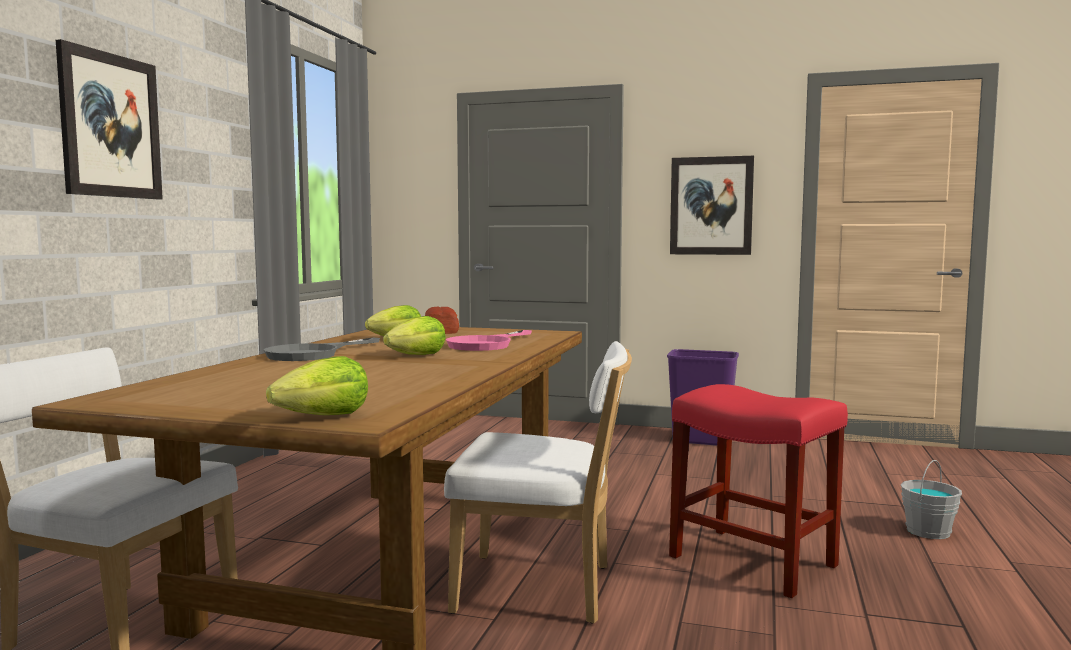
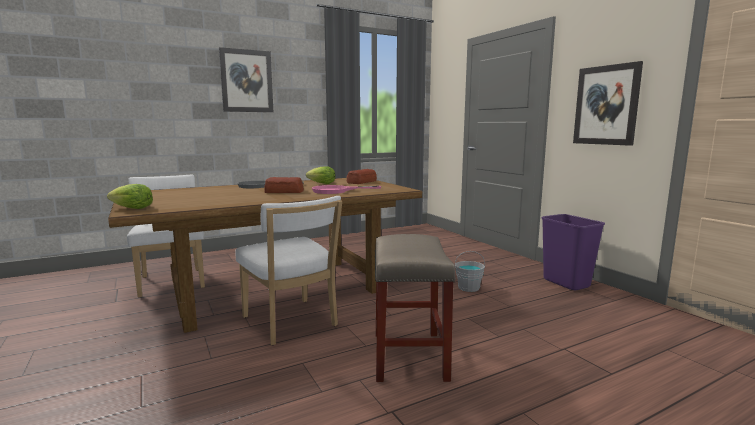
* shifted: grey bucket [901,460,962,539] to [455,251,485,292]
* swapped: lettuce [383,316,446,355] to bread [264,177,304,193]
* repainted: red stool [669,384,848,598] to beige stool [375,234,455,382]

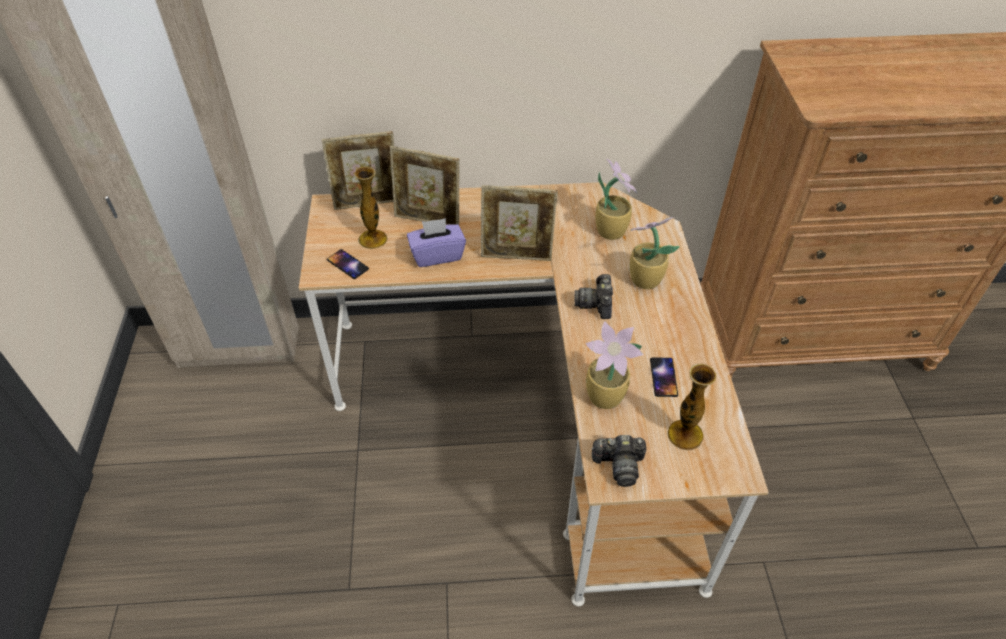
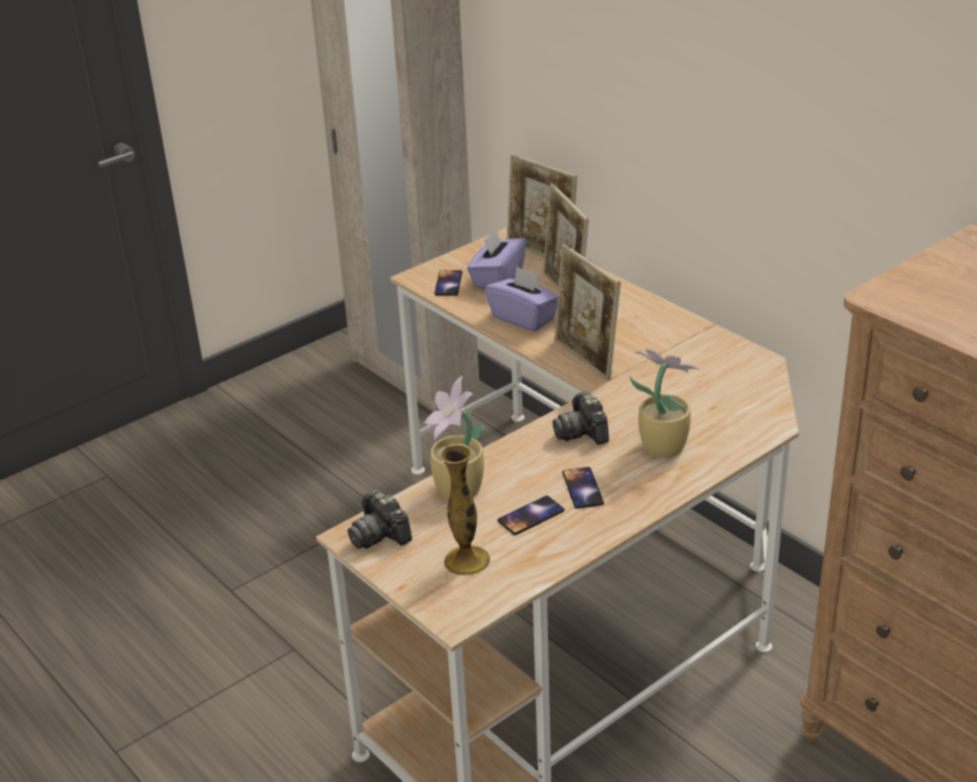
* gone: potted plant [595,159,638,240]
* new: phone [562,467,604,509]
* swapped: vase [354,166,388,249] to purple tissue box [467,229,526,289]
* rotated: photo camera [574,274,613,319] = [553,391,609,445] 75 degrees counterclockwise

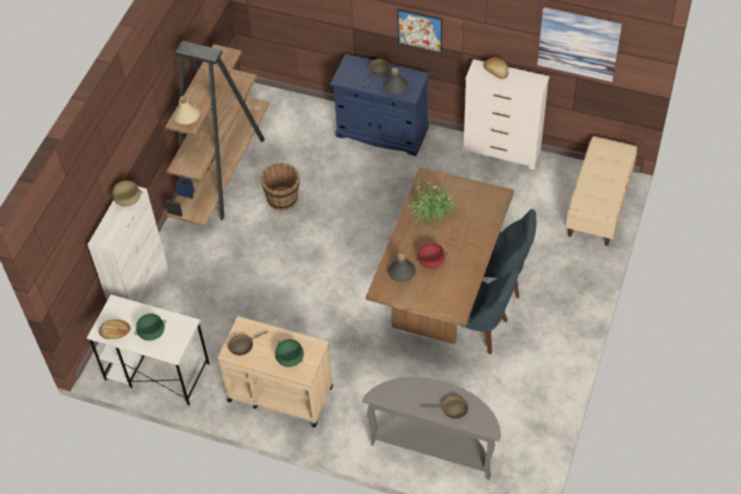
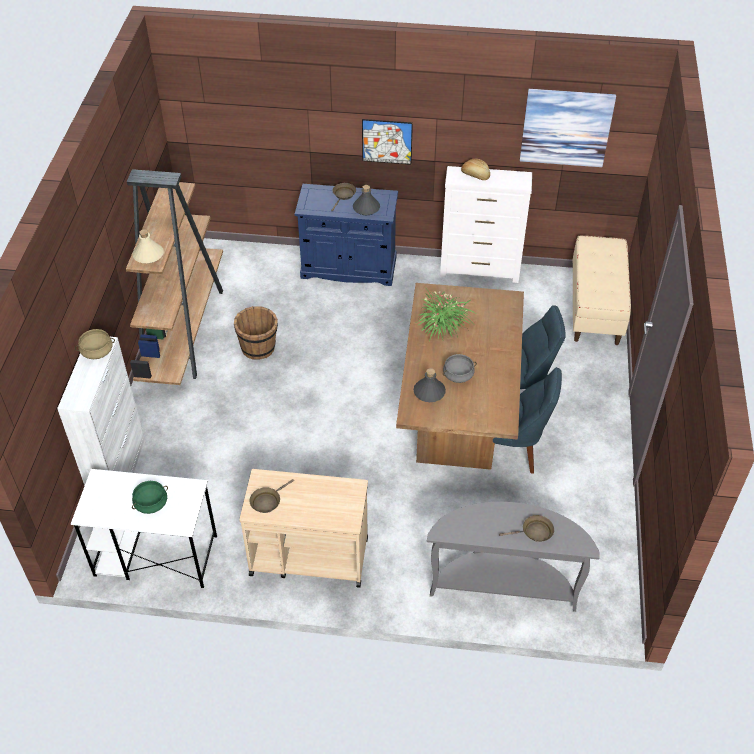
* gone: bread [99,319,130,339]
* gone: green cooking pot [275,339,304,367]
* repainted: red cooking pot [416,243,448,268] to grey cooking pot [443,354,477,383]

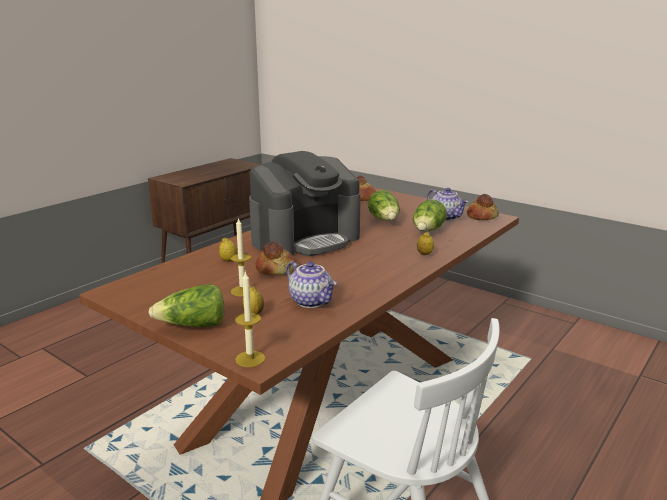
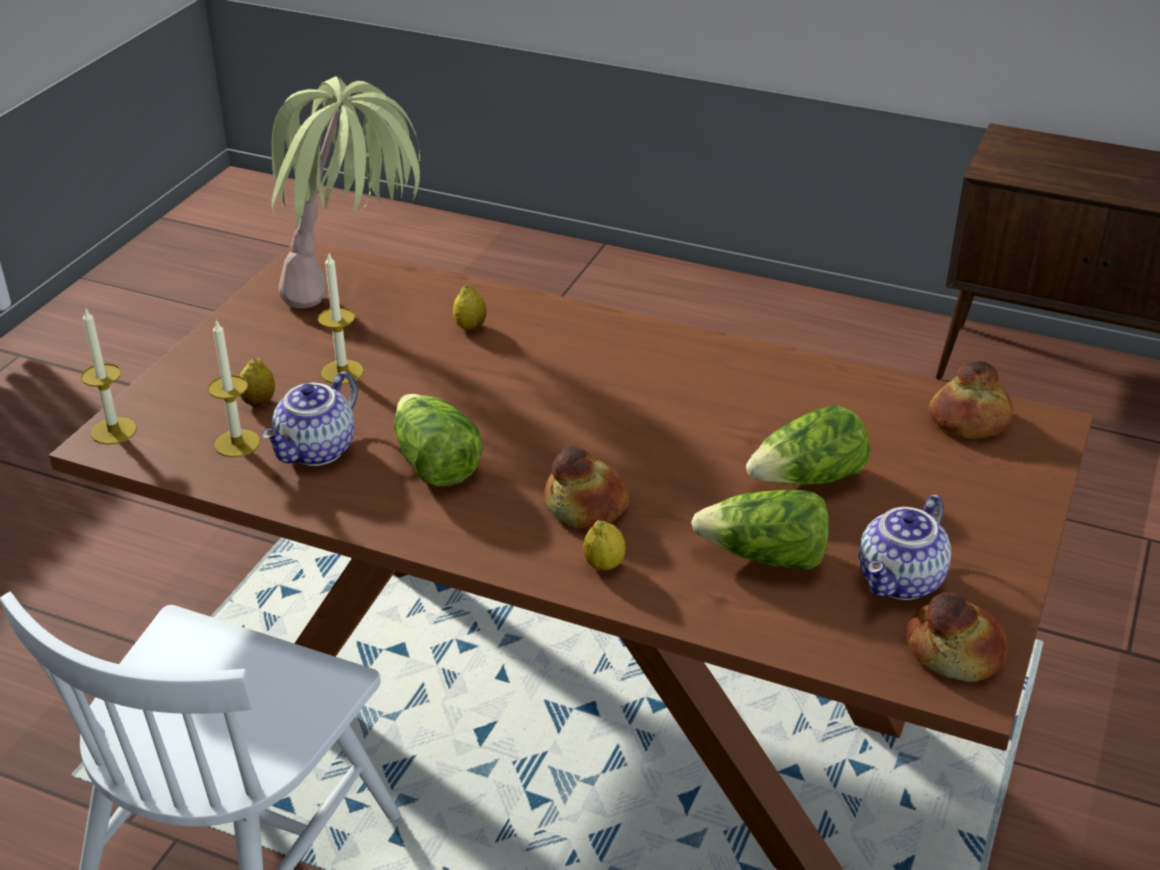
* gone: coffee machine [249,151,361,256]
* new: candle [208,319,260,457]
* new: potted plant [271,77,420,308]
* shifted: lettuce [148,284,224,327] to [394,394,483,486]
* shifted: bread [255,242,297,275] to [544,446,629,529]

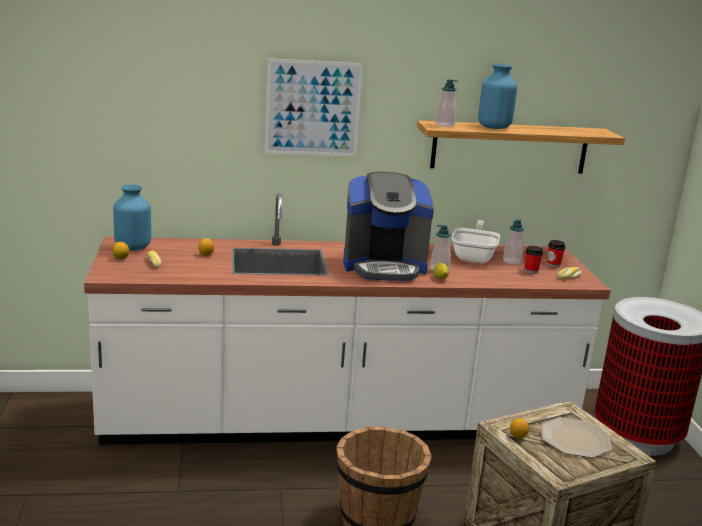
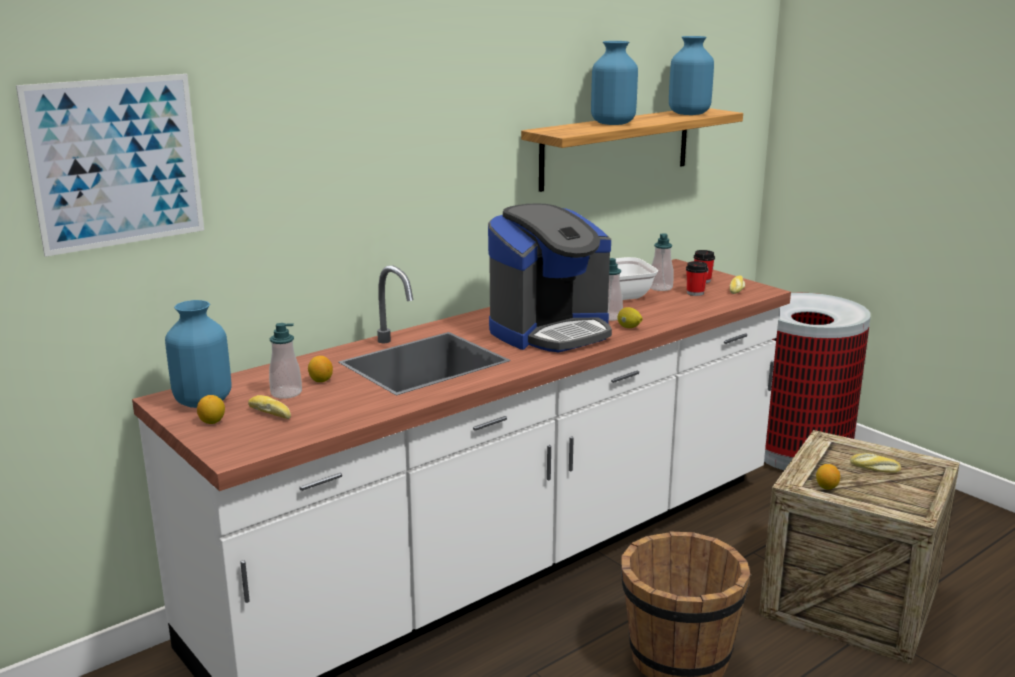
* new: blue vase [669,36,714,115]
* shifted: picture [265,58,363,156] to [16,74,204,257]
* shifted: soap dispenser [436,79,458,127] to [269,323,302,399]
* swapped: plate [541,417,612,458] to bread [850,453,901,473]

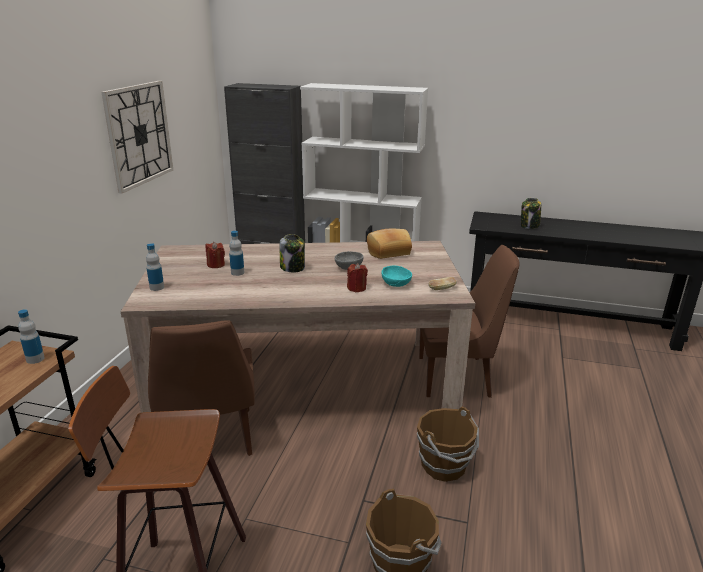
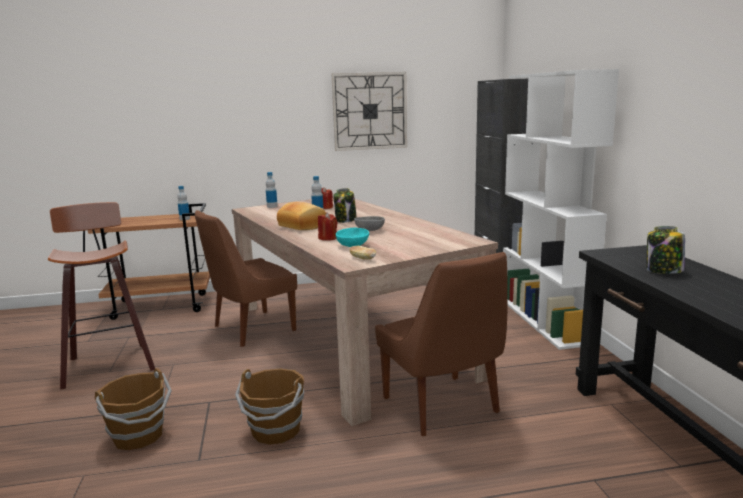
* shifted: bread [367,229,412,259] to [277,202,326,230]

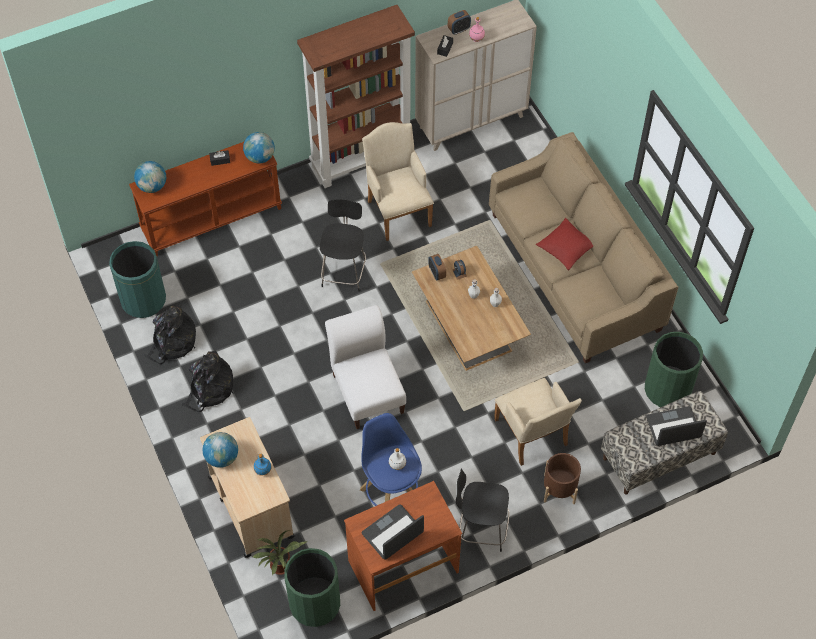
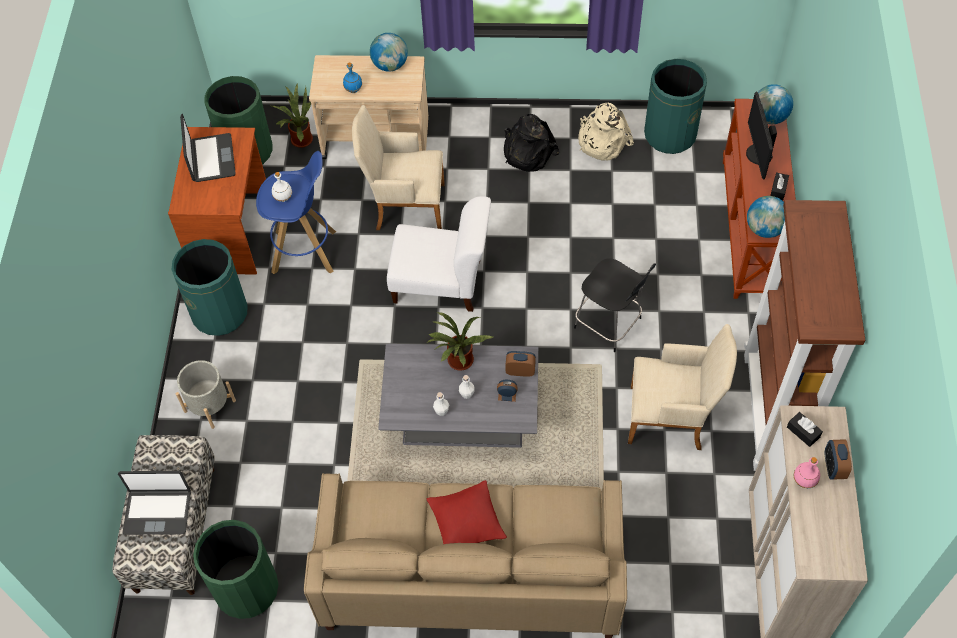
* new: potted plant [427,312,493,371]
* new: monitor [746,91,777,179]
* shifted: beige armchair [494,378,582,466] to [352,105,445,230]
* swapped: black chair [456,468,510,552] to green trash can [172,239,248,336]
* repainted: black backpack [144,305,196,364] to beige backpack [578,103,634,160]
* repainted: brown coffee table [412,246,531,371] to grey coffee table [378,344,538,448]
* repainted: brown planter [544,453,581,504] to grey planter [176,360,236,429]
* rotated: laptop [646,406,707,446] = [118,471,191,535] 75 degrees clockwise

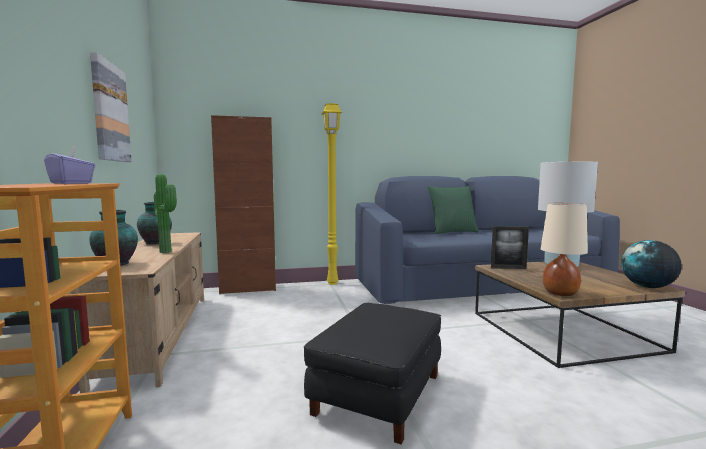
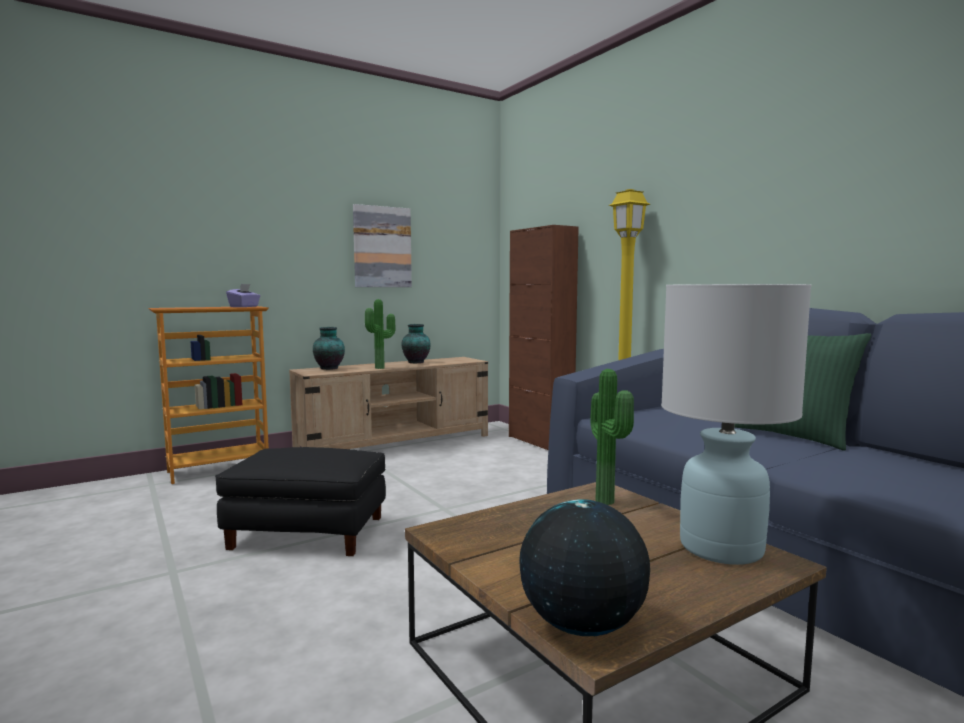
* gone: beige table lamp [541,203,588,296]
* swapped: picture frame [491,226,529,269] to potted plant [590,369,634,505]

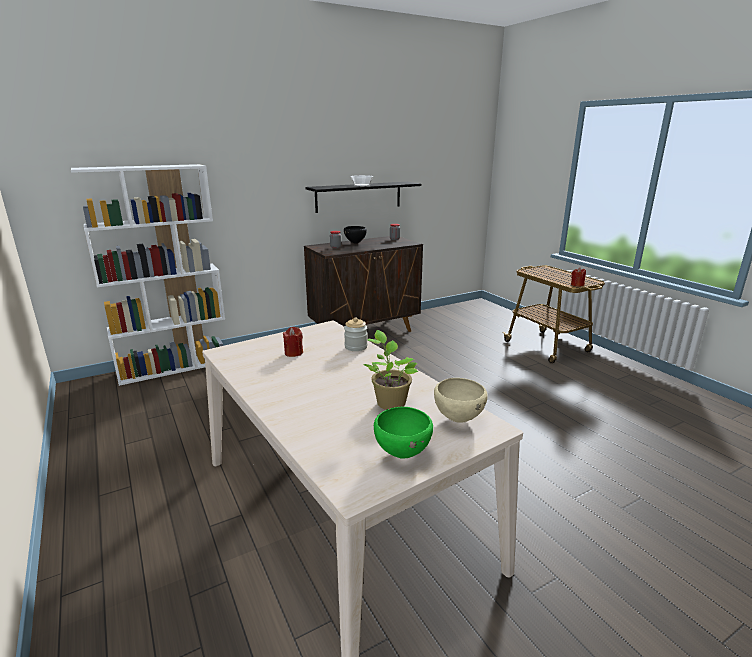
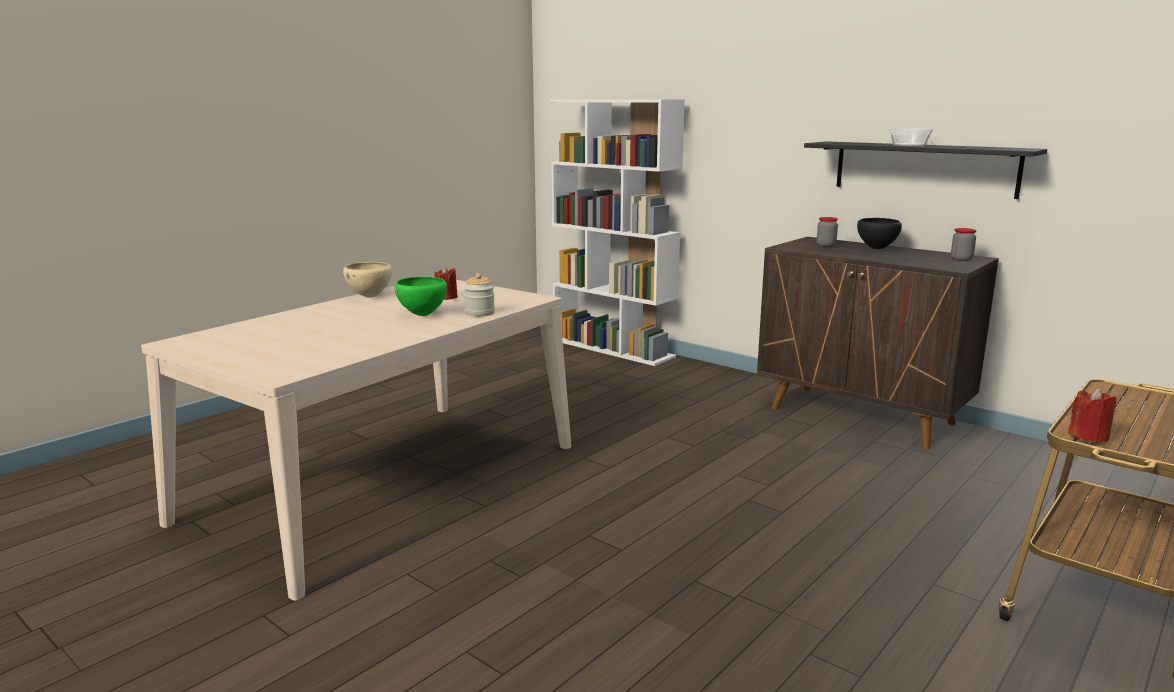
* gone: potted plant [363,330,418,410]
* shifted: green bowl [374,407,433,459] to [394,277,447,316]
* shifted: beige bowl [434,378,488,423] to [343,262,392,297]

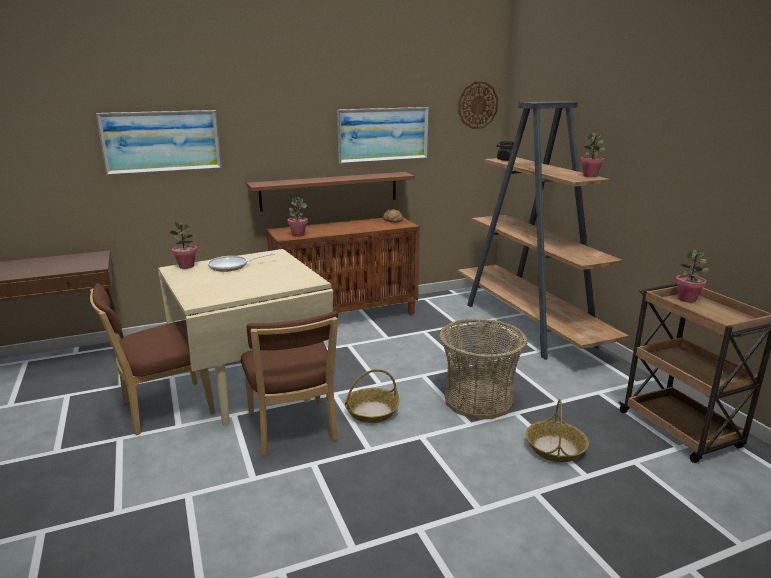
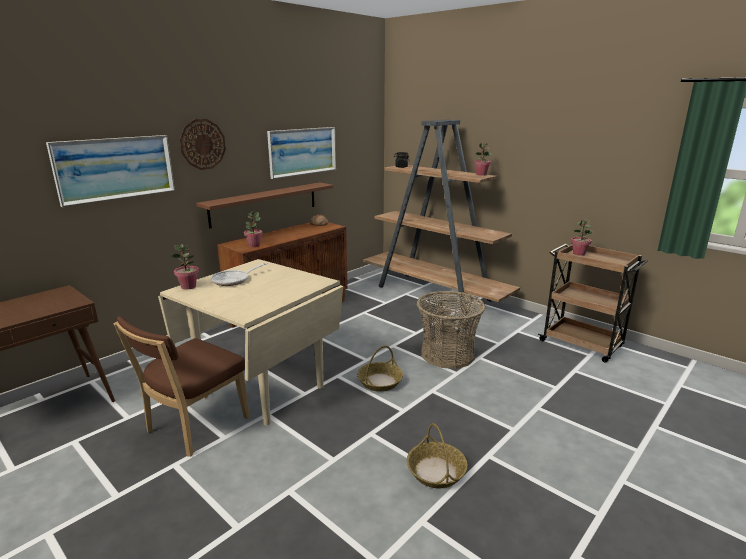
* gone: brown chair [240,311,338,456]
* shifted: wall clock [458,82,498,129] to [179,119,226,170]
* shifted: basket [526,399,589,462] to [407,423,468,488]

